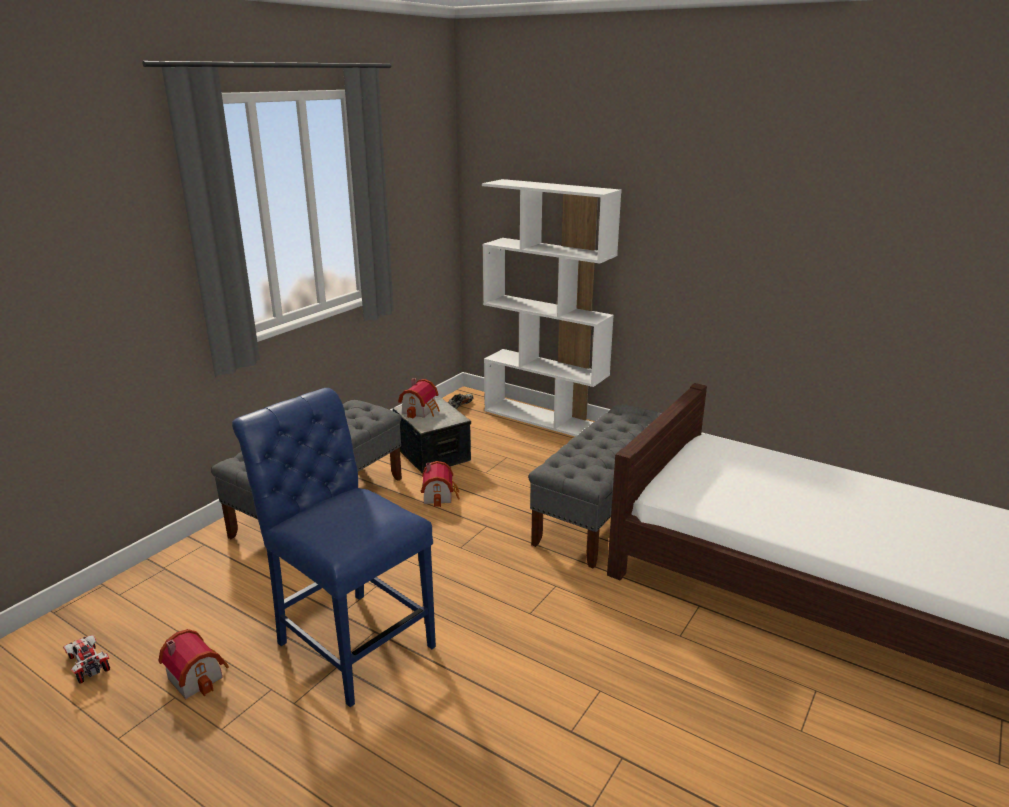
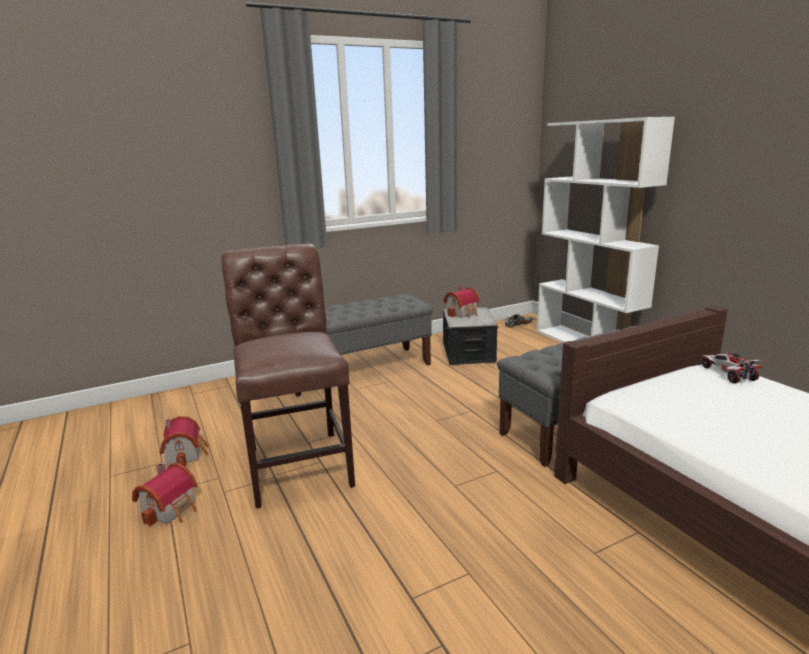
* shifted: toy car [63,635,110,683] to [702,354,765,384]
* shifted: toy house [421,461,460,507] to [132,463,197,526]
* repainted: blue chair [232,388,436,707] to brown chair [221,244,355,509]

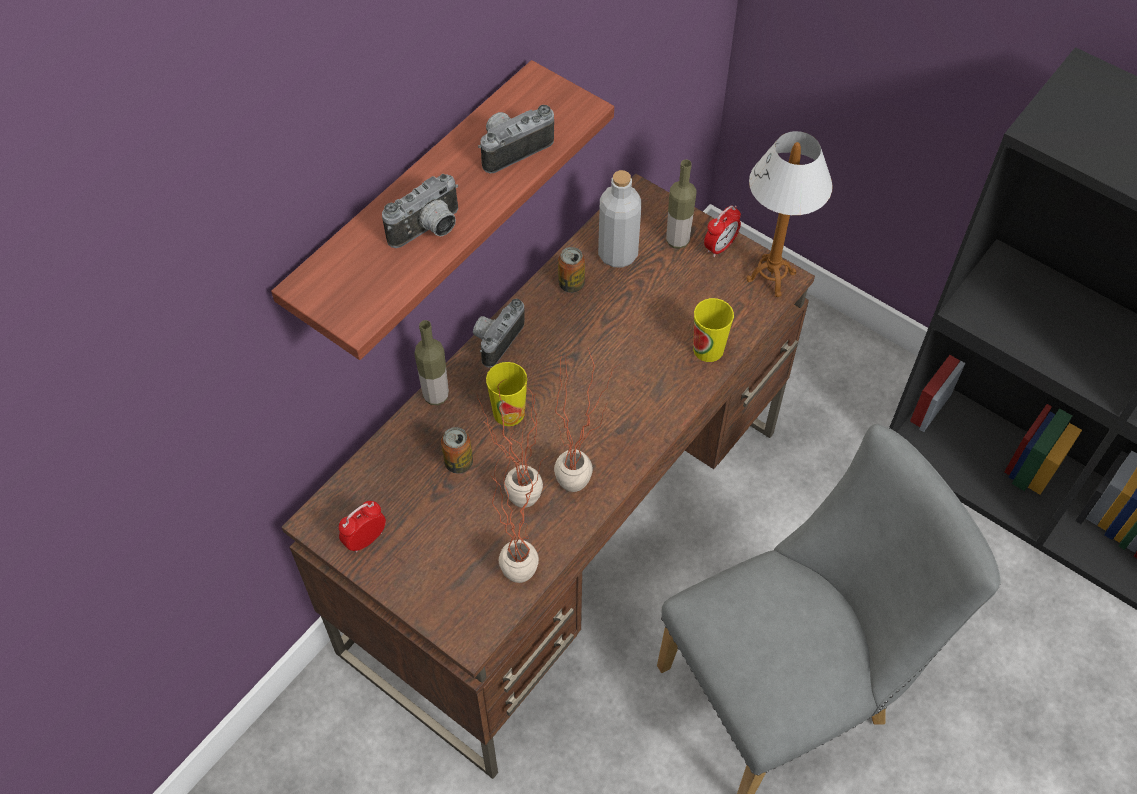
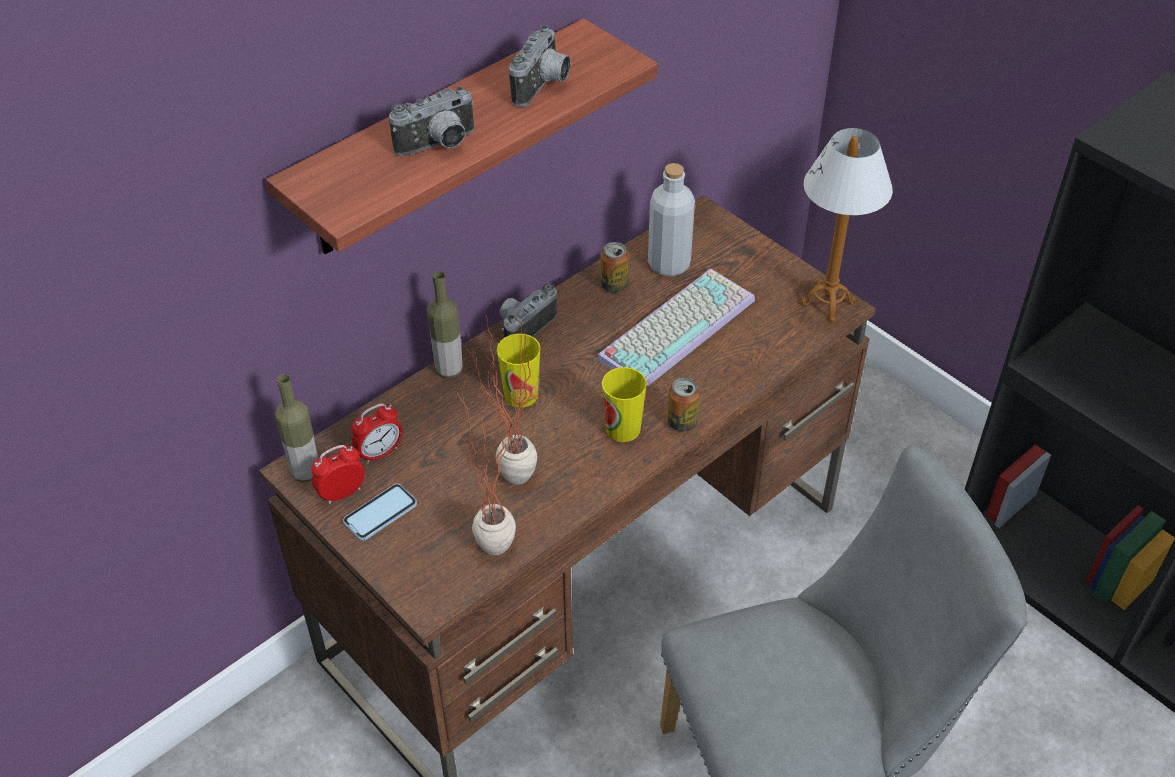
* gone: potted plant [554,348,621,492]
* new: phone [343,484,417,541]
* new: keyboard [596,268,755,387]
* shifted: can [441,427,473,473] to [668,377,700,432]
* shifted: bottle [666,159,697,249] to [275,374,318,483]
* shifted: cup [693,298,734,362] to [602,367,647,442]
* shifted: alarm clock [704,205,741,257] to [351,403,403,464]
* rotated: photo camera [478,105,554,173] = [509,25,571,107] 135 degrees clockwise

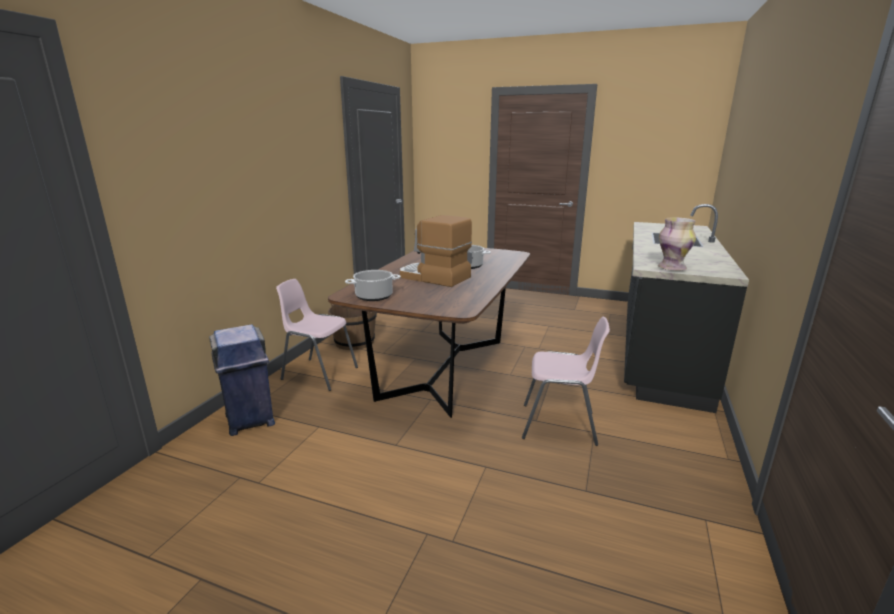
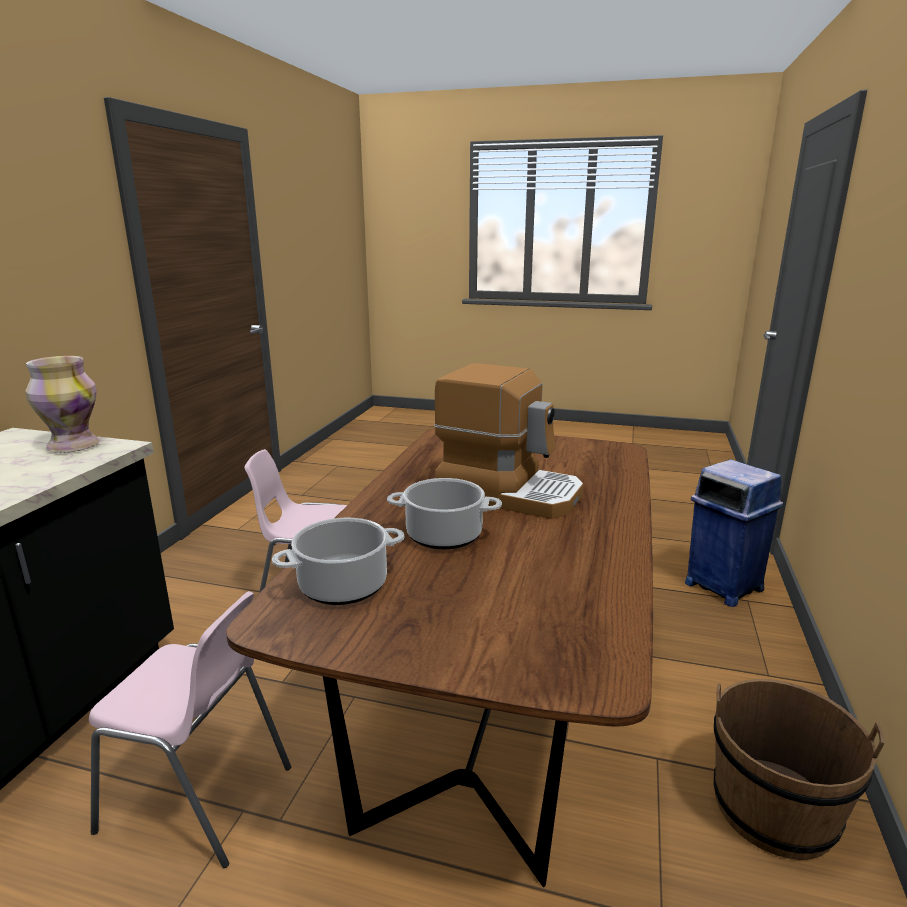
* shifted: pink chair [276,279,358,391] to [89,591,291,868]
* shifted: cooking pot [345,270,401,301] to [272,518,404,605]

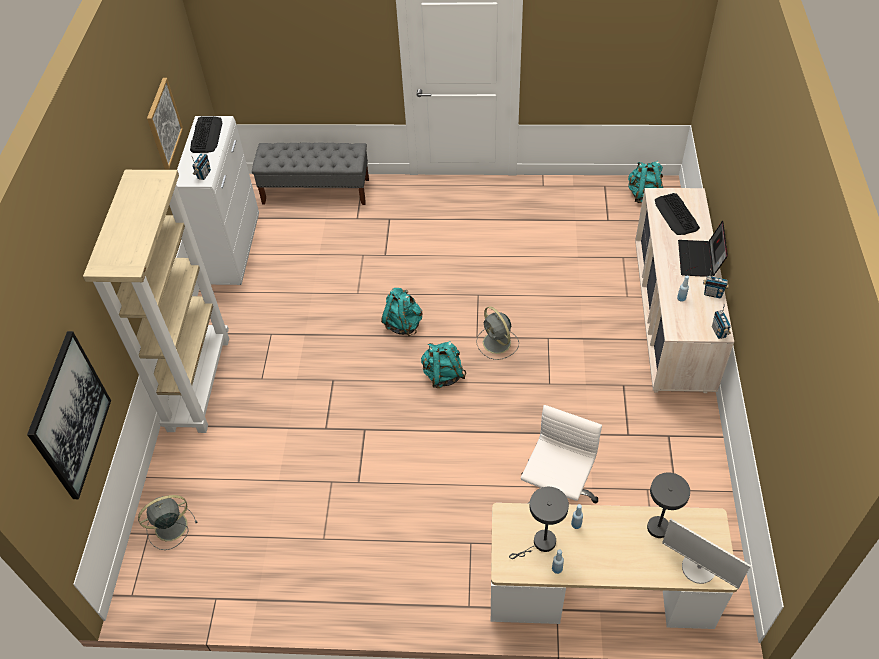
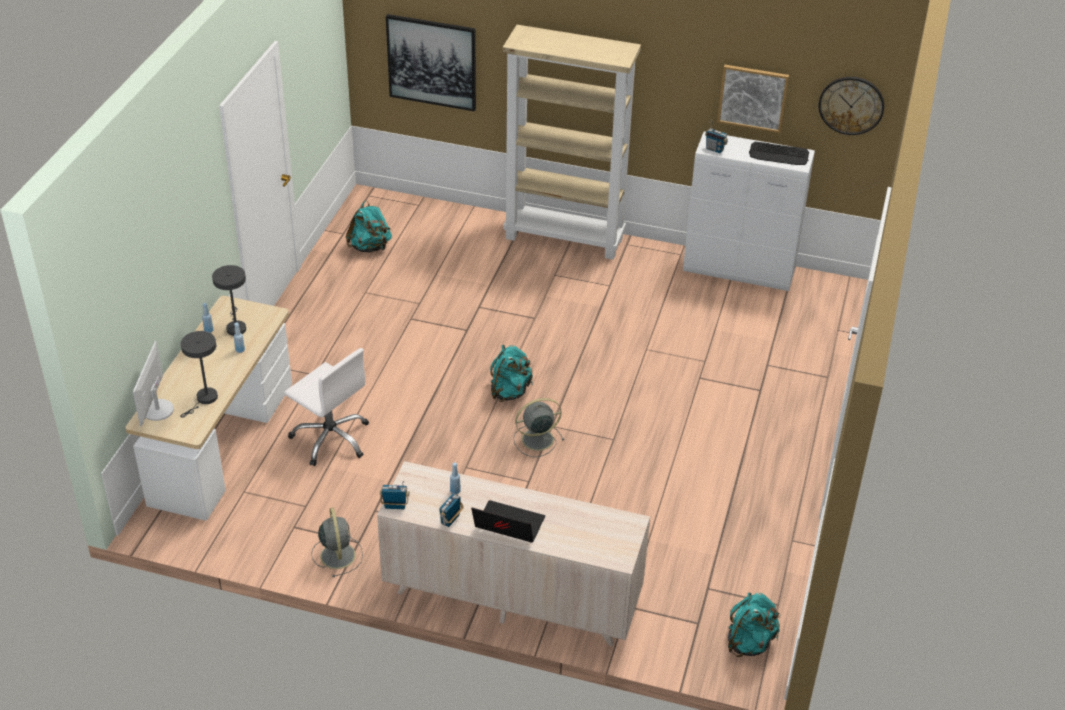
* gone: grey bench [252,143,369,205]
* gone: keyboard [655,193,700,235]
* new: wall clock [818,77,884,135]
* shifted: grey fan [138,495,197,550] to [311,508,363,577]
* shifted: turquoise backpack [381,288,422,336] to [346,201,392,252]
* rotated: monitor [662,519,751,589] = [133,341,174,426] 45 degrees counterclockwise

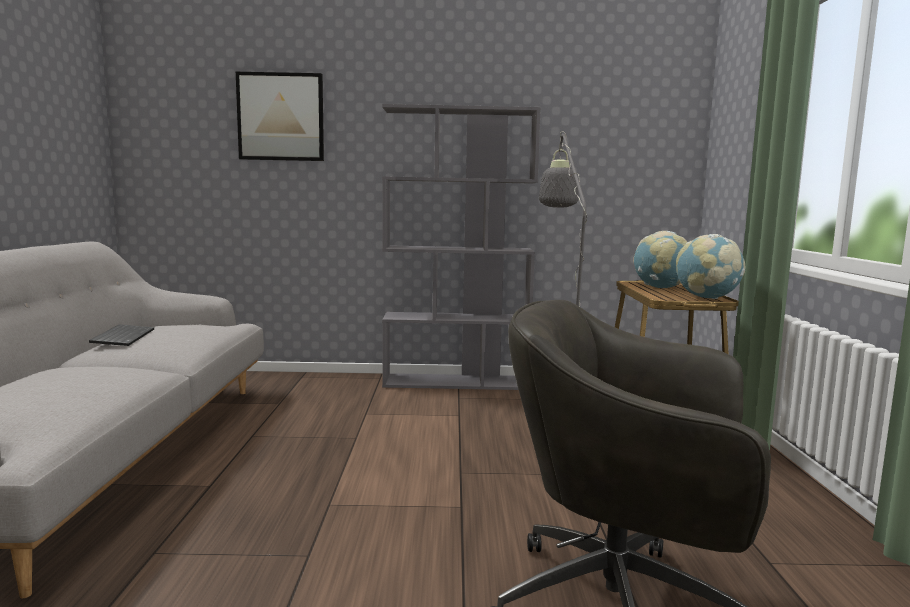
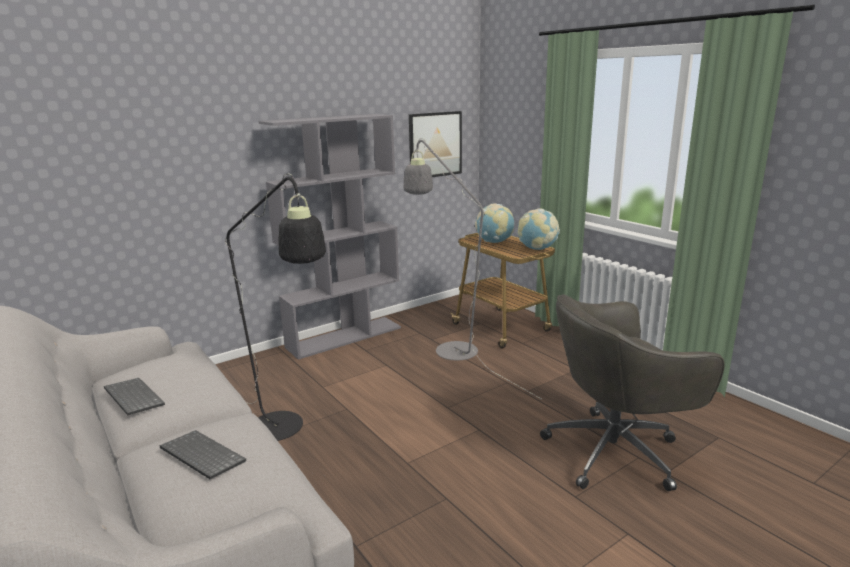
* new: keyboard [160,430,246,479]
* new: black floor lamp [225,173,326,441]
* shifted: picture [236,72,324,161] to [409,111,462,177]

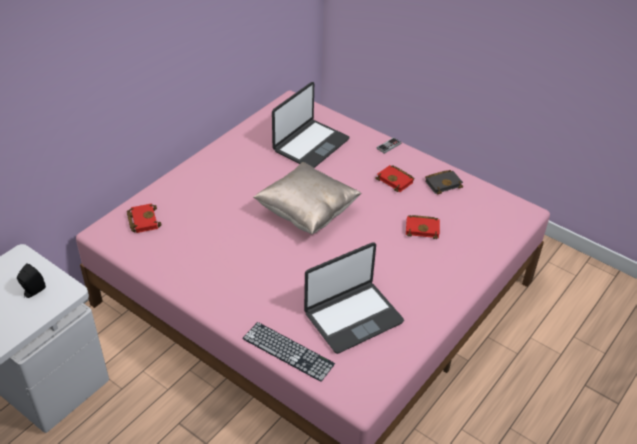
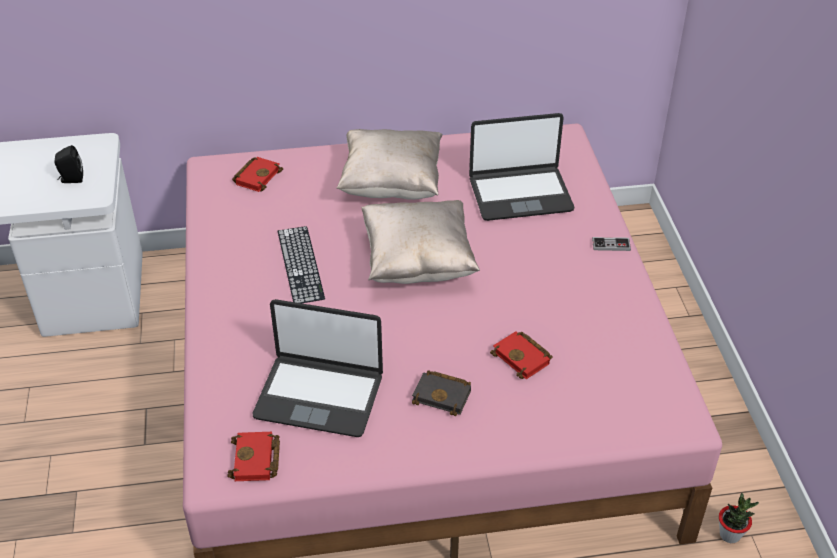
* new: beige pillow [337,129,443,200]
* new: potted plant [719,493,759,543]
* shifted: keyboard [242,322,335,382] to [278,226,325,303]
* shifted: red book [376,165,414,192] to [227,432,280,481]
* shifted: black book [425,170,463,195] to [412,370,471,416]

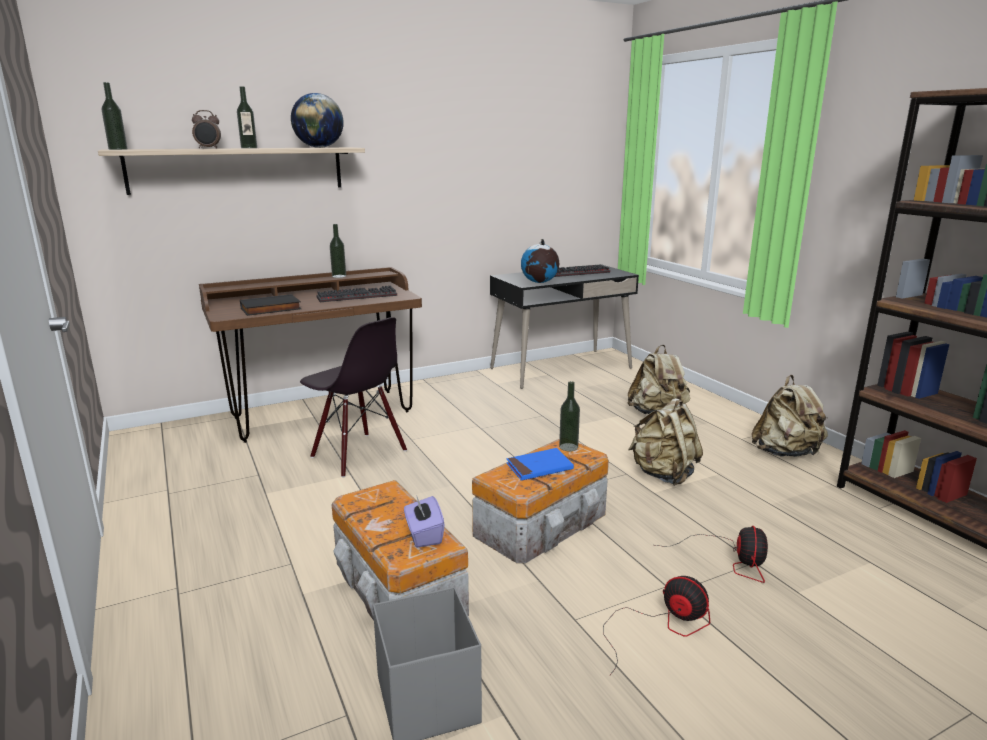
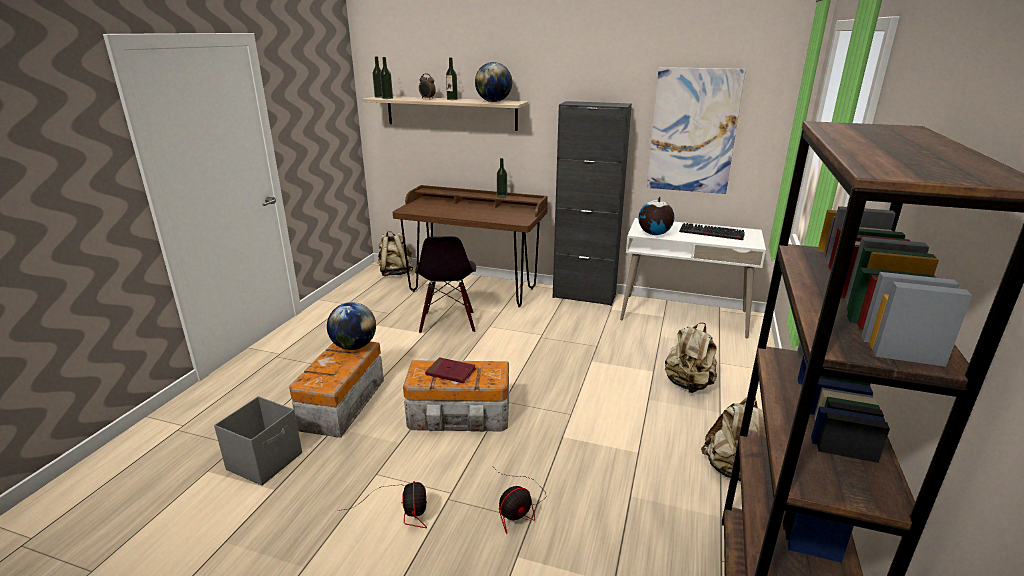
* gone: black book [240,294,301,316]
* gone: keyboard [316,285,397,302]
* gone: purple tissue box [404,495,445,548]
* new: globe [327,302,376,350]
* new: black cabinet [553,101,632,306]
* new: picture [647,67,746,194]
* shifted: bottle [559,381,580,451] to [380,57,393,99]
* shifted: beige backpack [628,398,703,486] to [378,231,413,276]
* repainted: black desk [490,264,639,389] to white desk [620,218,766,338]
* repainted: blue book [507,448,574,481] to red book [425,357,476,383]

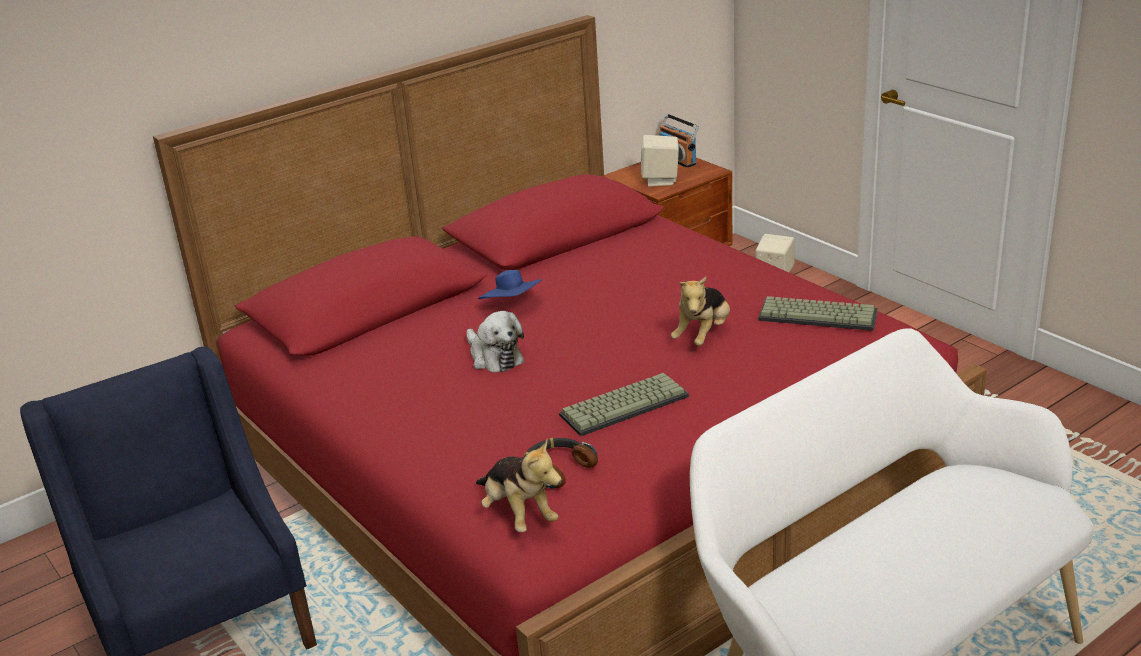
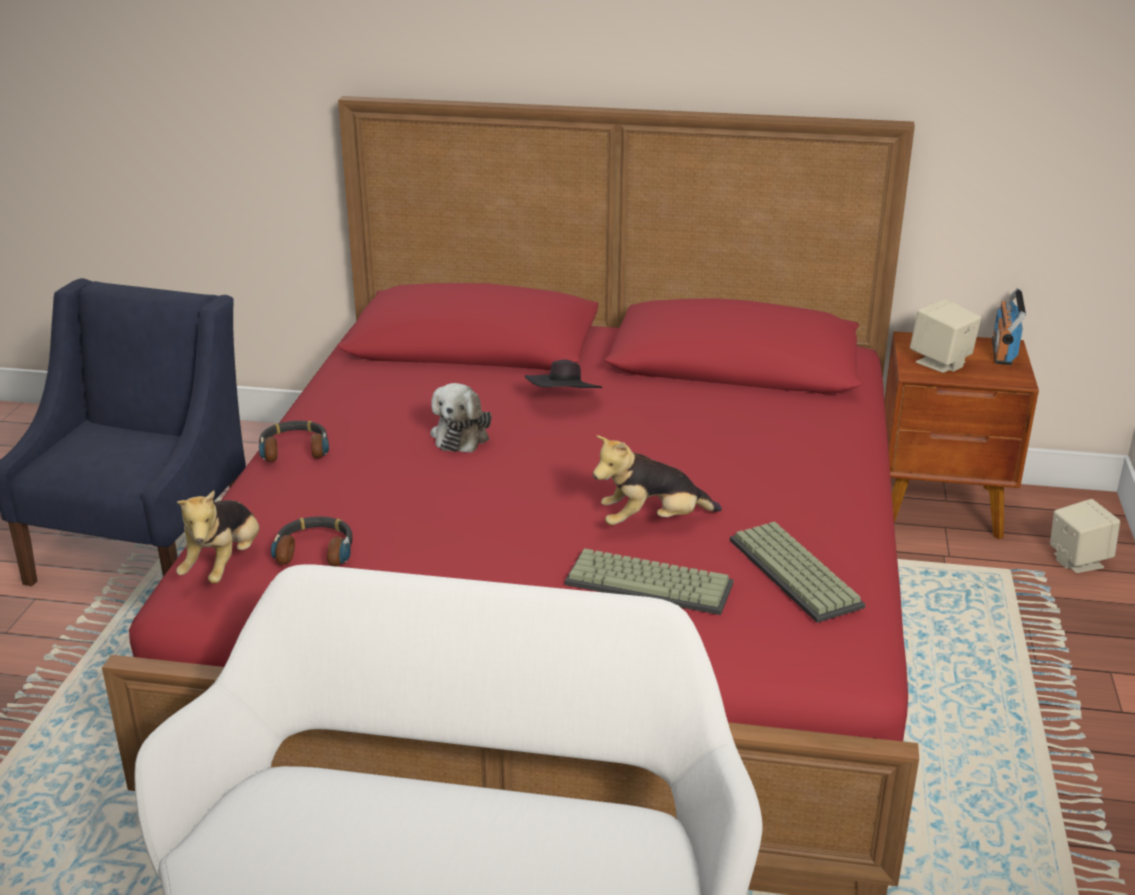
* new: headphones [259,421,329,462]
* shifted: keyboard [559,373,689,436] to [565,548,734,615]
* repainted: blue hat [478,270,542,299] to black hat [525,360,602,388]

